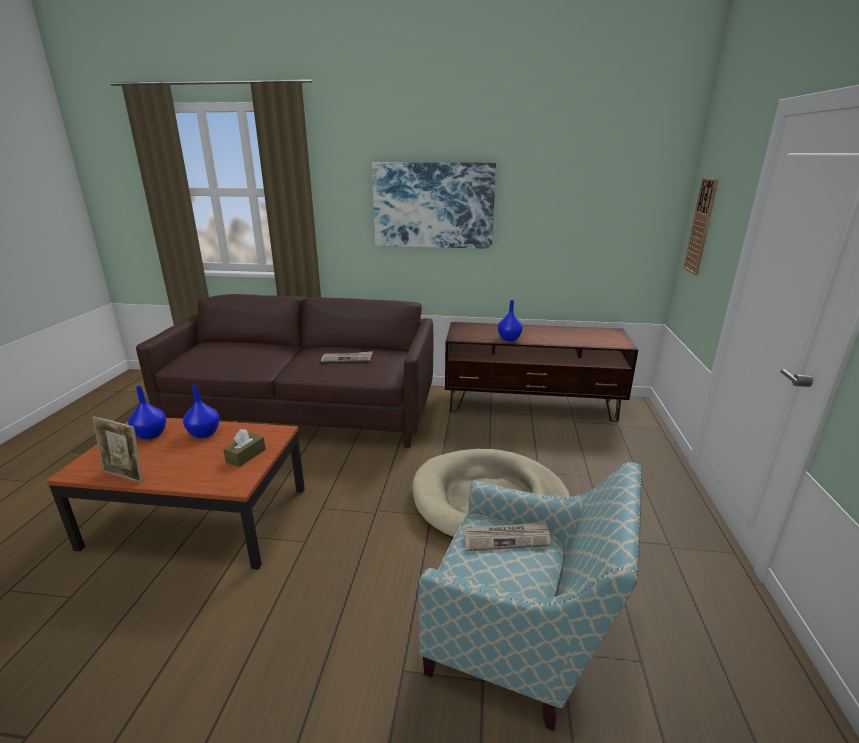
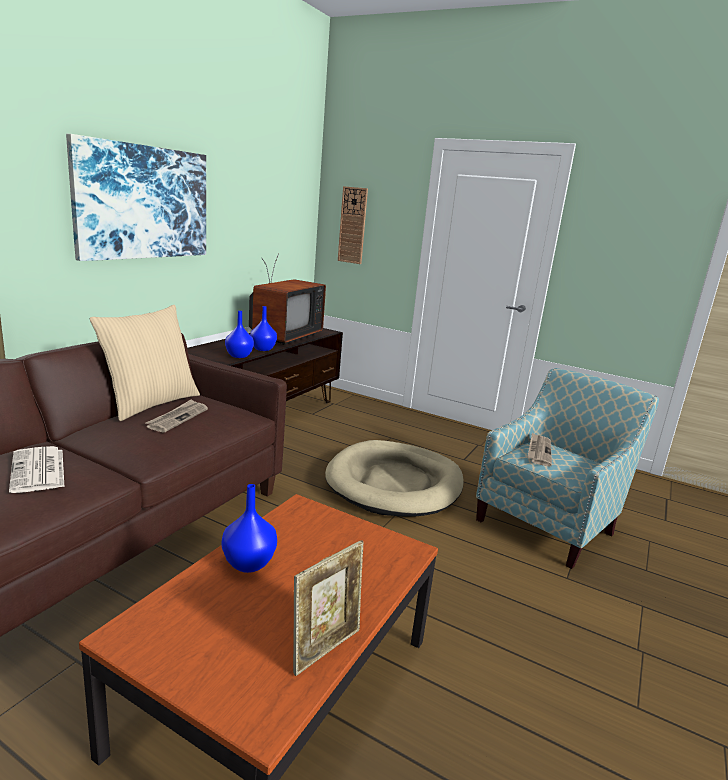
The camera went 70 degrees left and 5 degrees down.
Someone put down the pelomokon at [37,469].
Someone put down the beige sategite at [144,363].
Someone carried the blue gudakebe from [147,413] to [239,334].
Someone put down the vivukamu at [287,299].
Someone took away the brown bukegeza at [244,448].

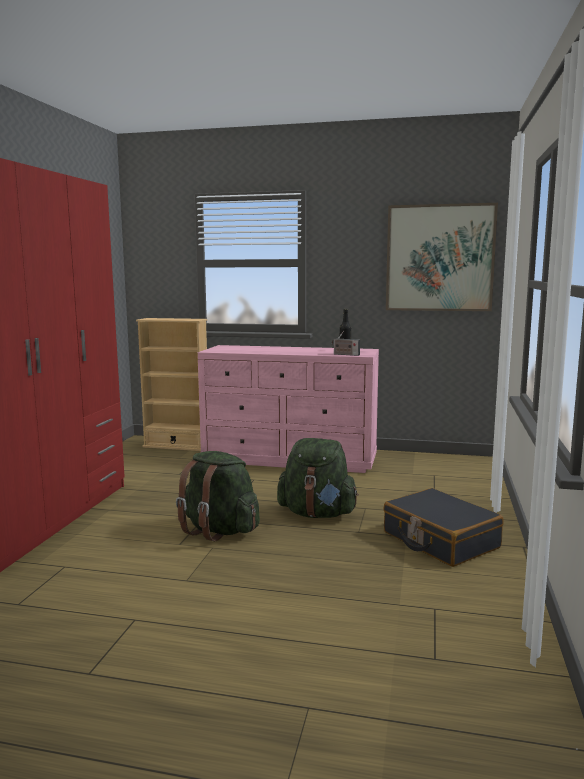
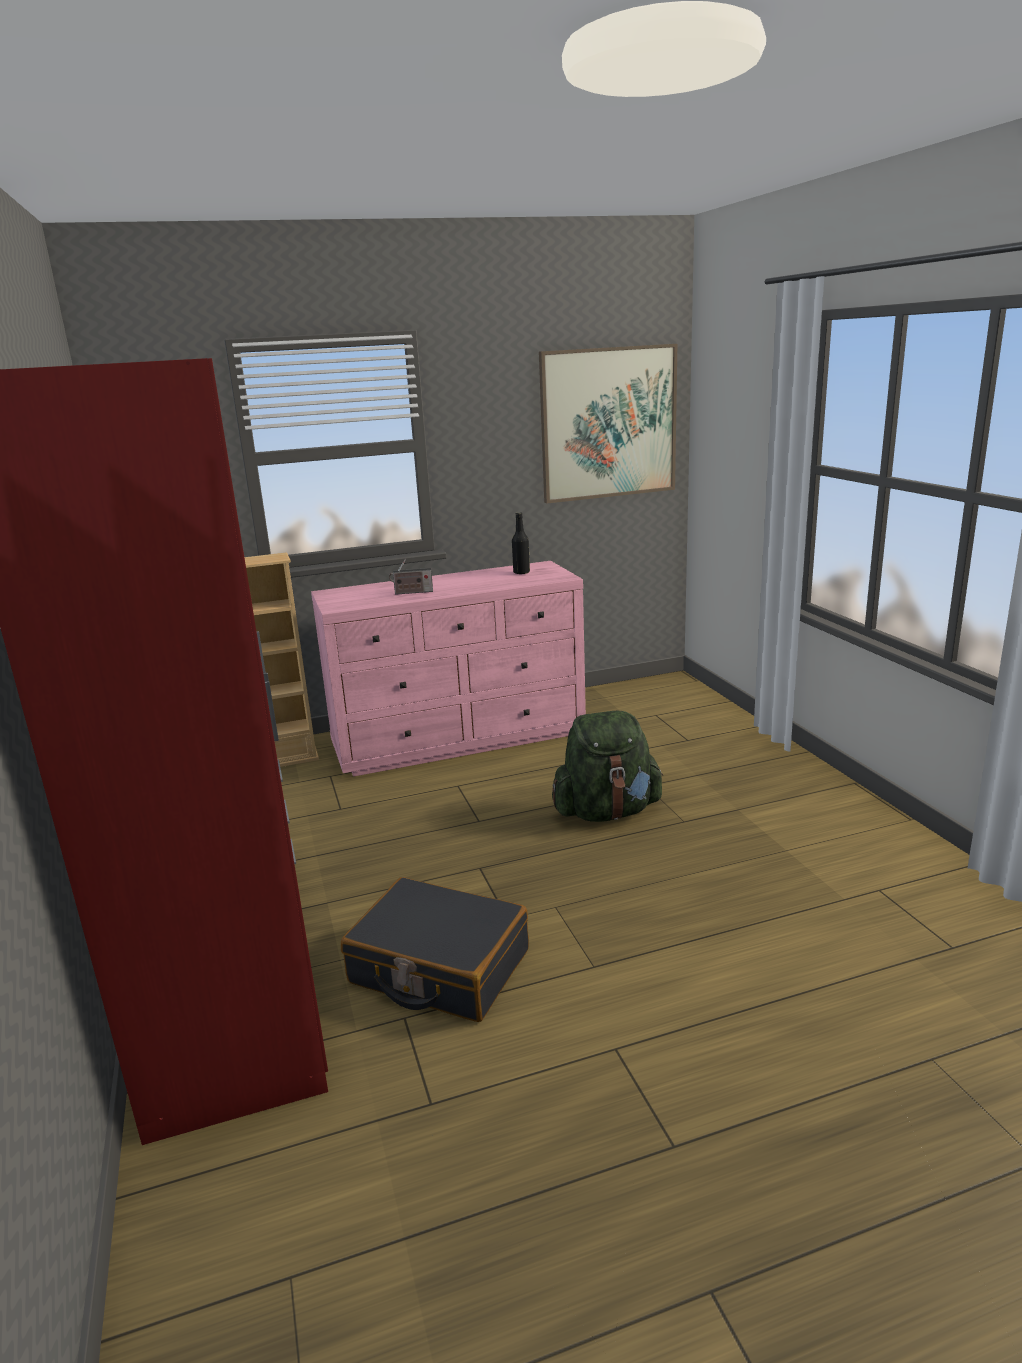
The camera went 30 degrees left and 10 degrees up.
Someone carried the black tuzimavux from [443,527] to [435,949].
Someone carried the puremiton from [346,343] to [411,576].
Someone took away the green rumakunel at [218,496].

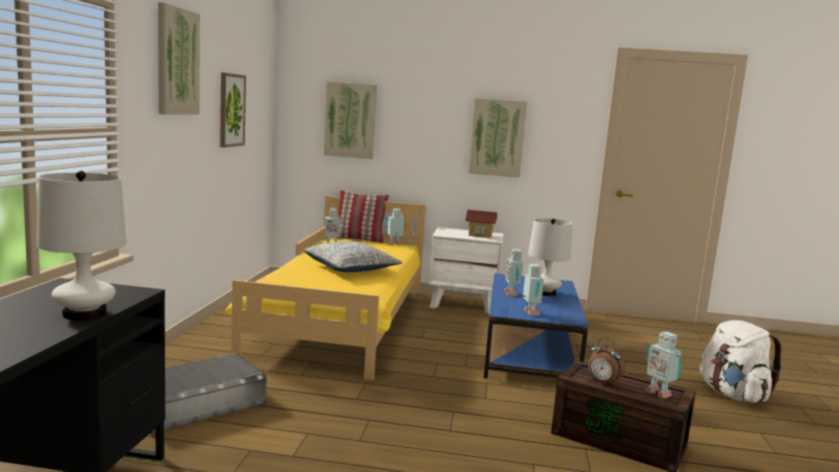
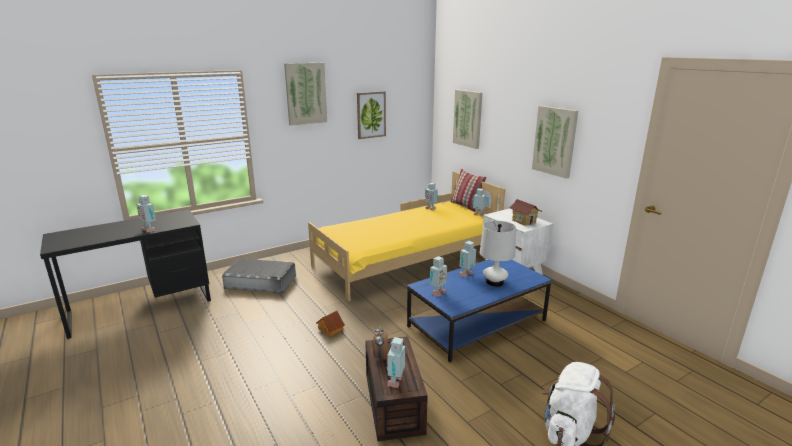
The camera went 50 degrees right and 10 degrees up.
Someone swapped the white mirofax at [81,245] for the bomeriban at [146,214].
Someone put down the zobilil at [330,324].
Someone took away the sategite at [353,256].

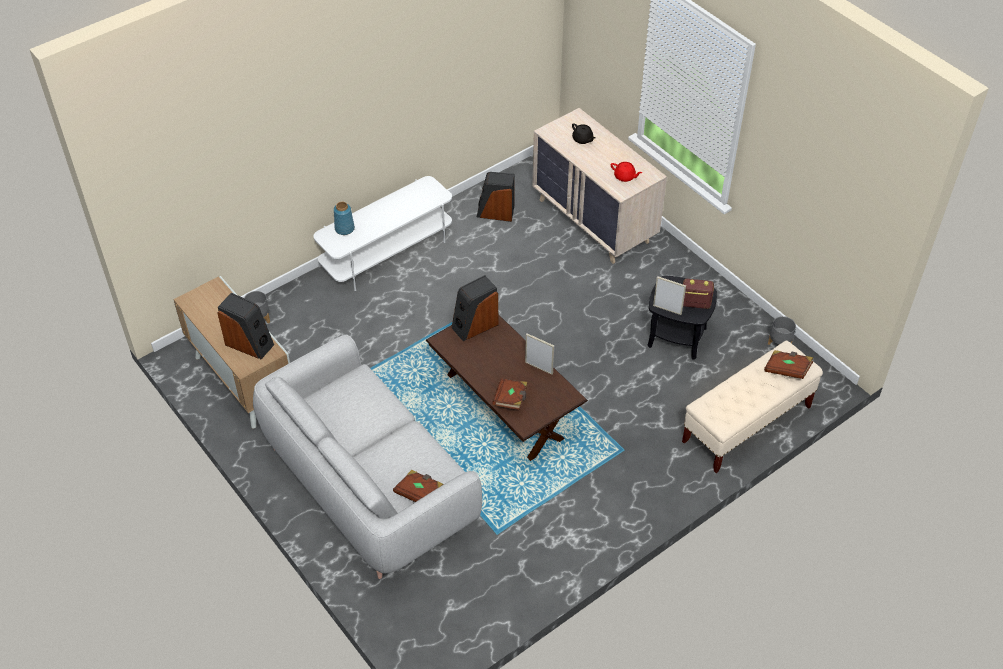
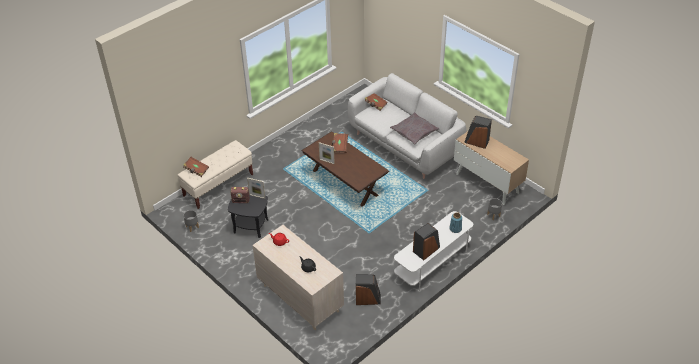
The camera went 175 degrees right and 5 degrees down.
Someone put down the grey sategite at [414,128].
Someone carried the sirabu from [475,308] to [426,241].

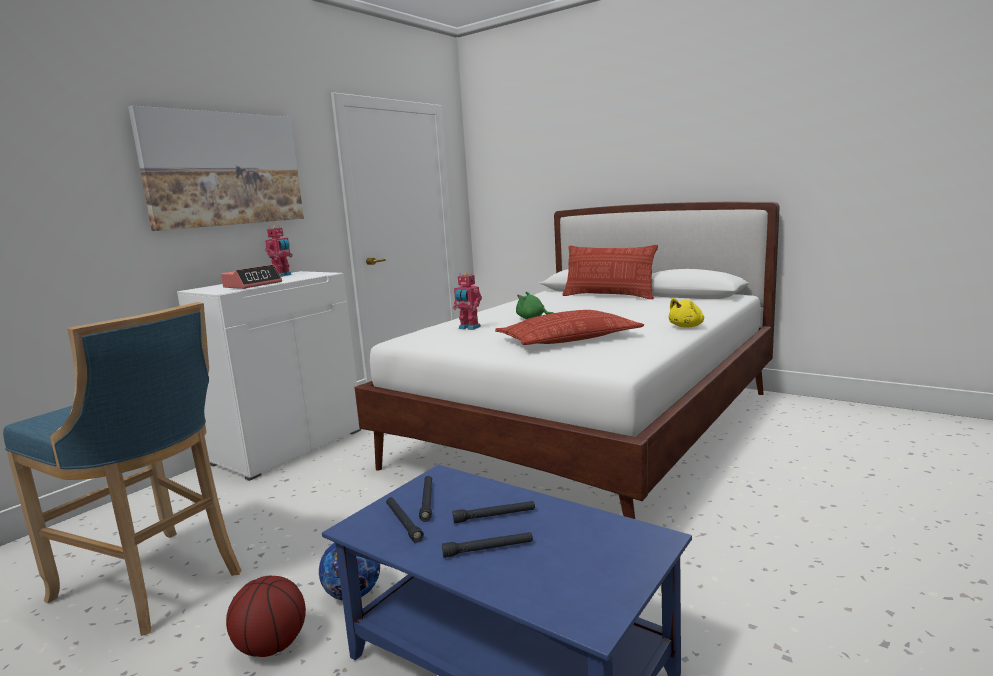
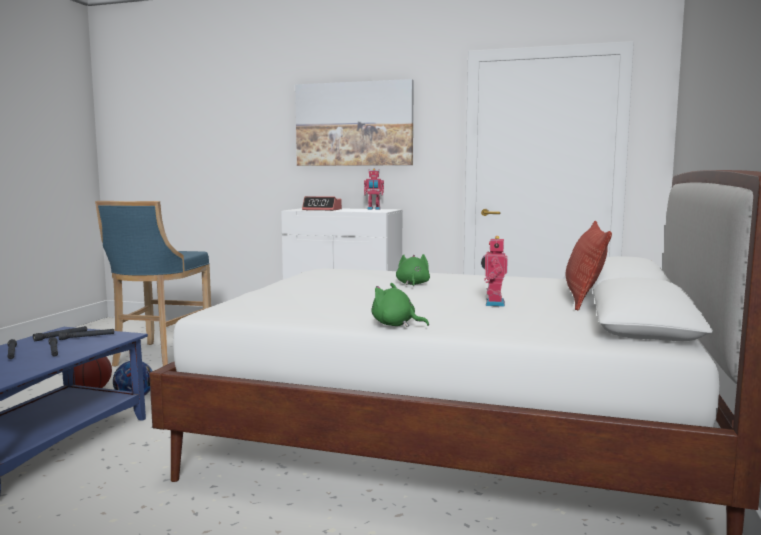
The camera went 70 degrees right and 5 degrees down.
Someone repainted the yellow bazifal at [686,313], which became the green bazifal at [400,305].
Someone carried the bomeriban from [467,301] to [494,271].
Someone took away the sategite at [569,327].

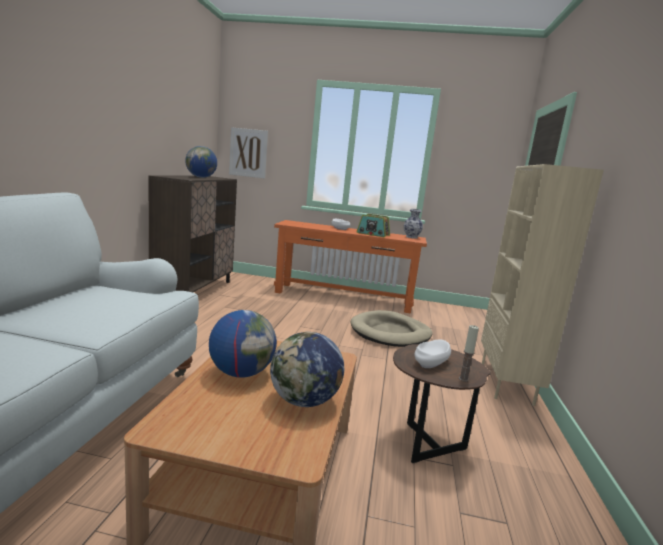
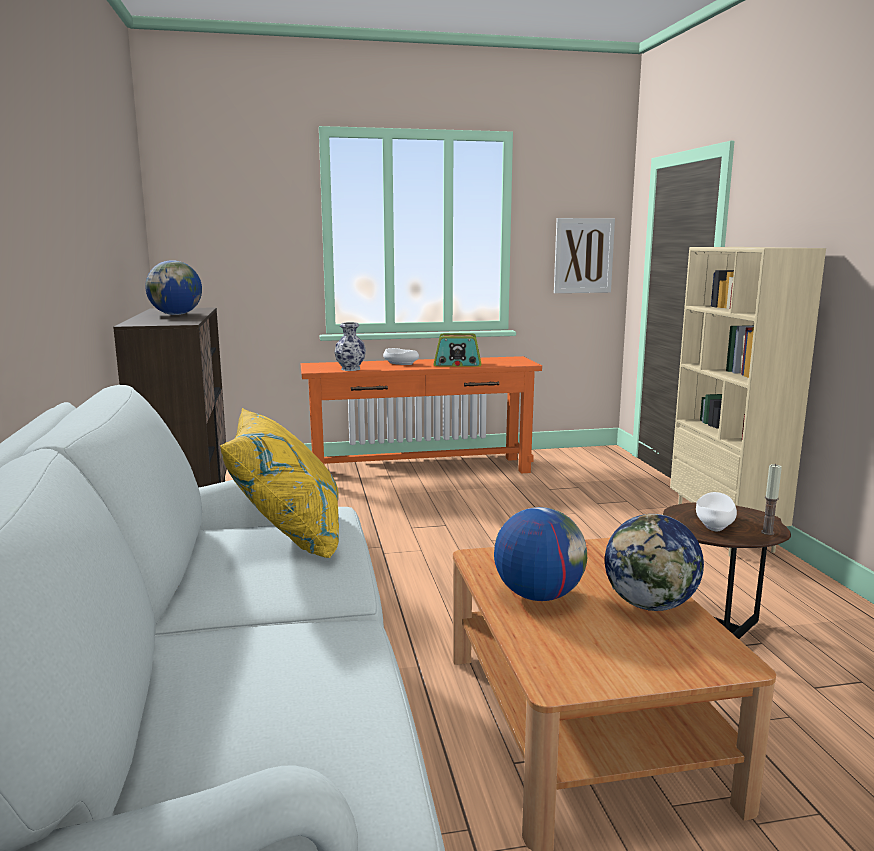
The camera went 20 degrees left and 0 degrees up.
Someone put down the yellow sategite at [279,483].
Someone carried the gudakebe from [413,224] to [350,346].
Someone carried the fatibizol from [248,153] to [584,255].
Someone took away the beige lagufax at [392,328].

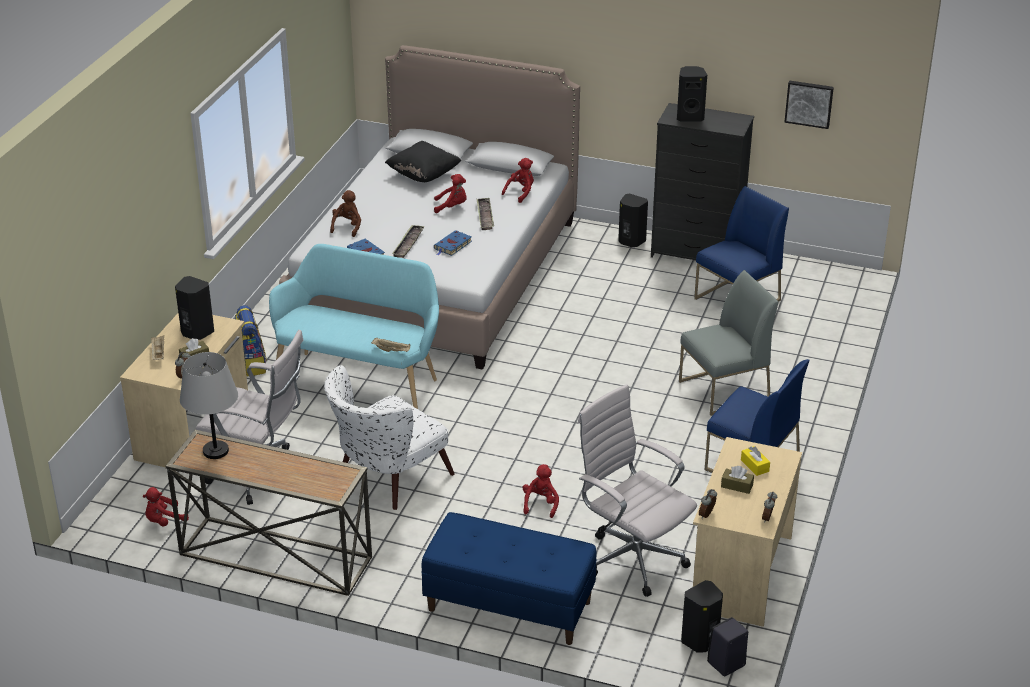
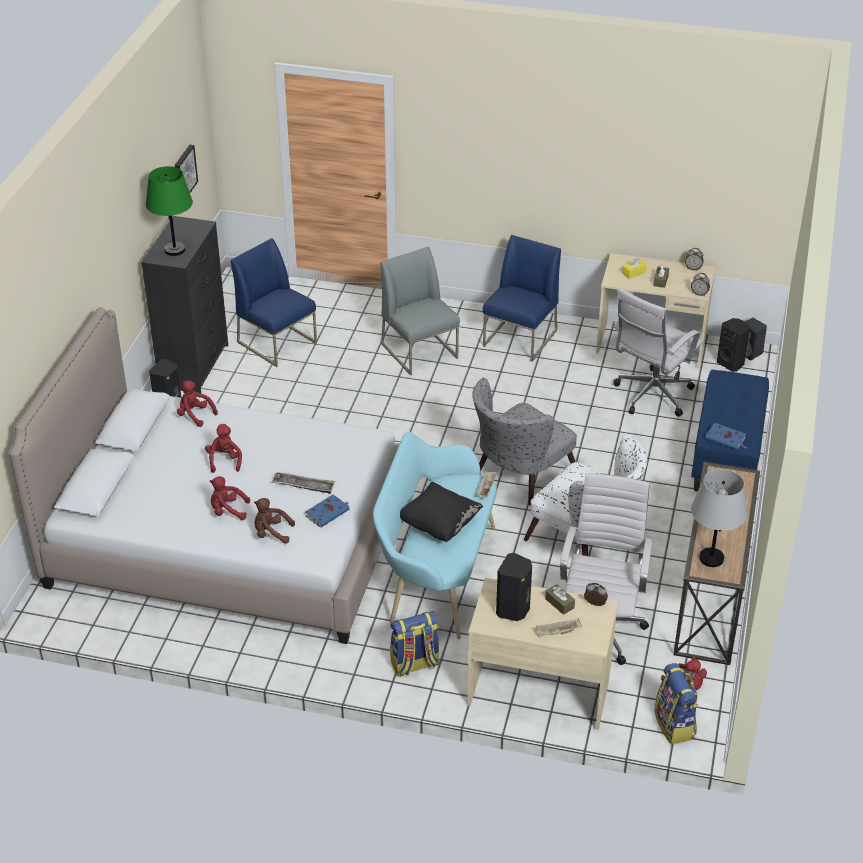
The camera went 95 degrees left and 5 degrees up.
Someone swapped the black sirabu at [692,93] for the green mirofax at [169,211].
Someone carried the red bazifal from [541,491] to [230,498].
Someone carried the black sategite from [423,161] to [441,512].
Someone put down the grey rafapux at [525,442].
Someone put down the rumakunel at [676,703].
Someone carried the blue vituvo from [453,243] to [726,436].
Someone took away the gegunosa at [485,214].

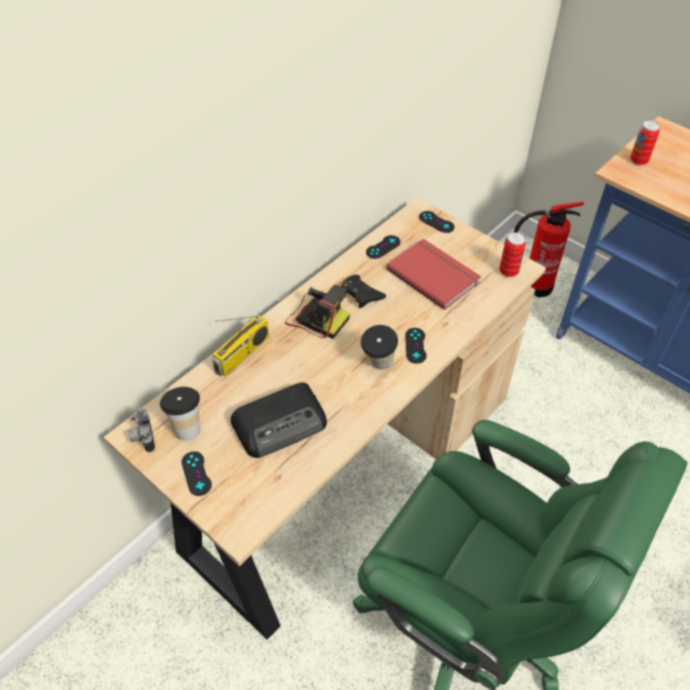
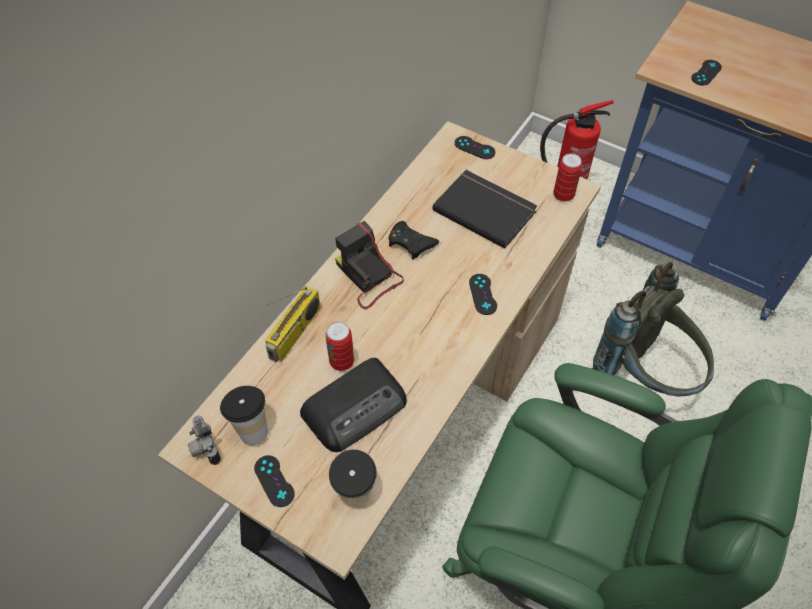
The camera went 10 degrees left and 5 degrees up.
Someone carried the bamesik from [645,143] to [339,346].
Someone carried the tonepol from [379,347] to [353,474].
Someone rotated the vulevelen at [318,312] by 150 degrees counterclockwise.
Someone repainted the red vituvo at [433,274], which became the black vituvo at [484,209].
Someone put down the grey rumakunel at [652,329].
Someone carried the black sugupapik from [383,247] to [706,72].

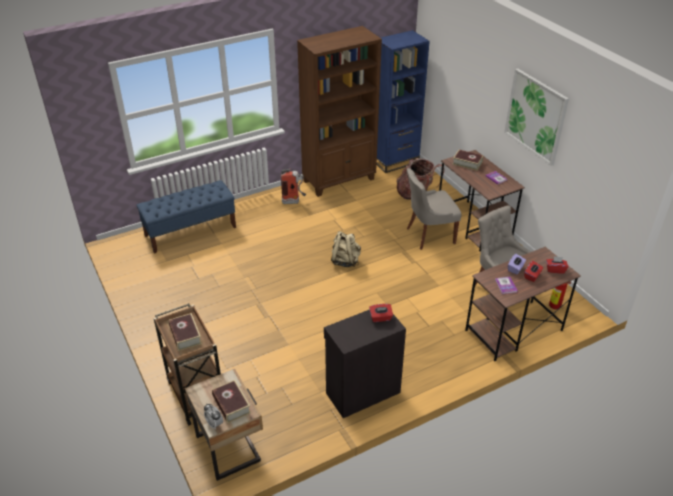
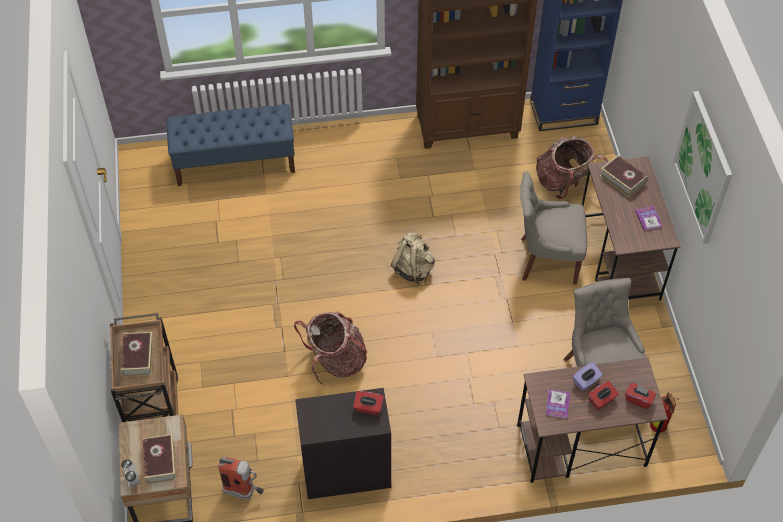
The camera went 20 degrees right and 15 degrees up.
Someone carried the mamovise from [293,186] to [241,478].
Someone put down the rumakunel at [330,348].

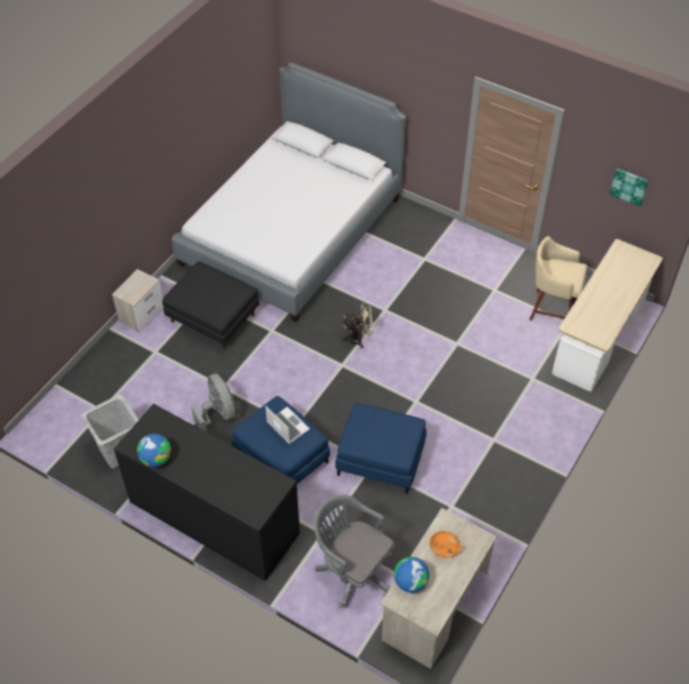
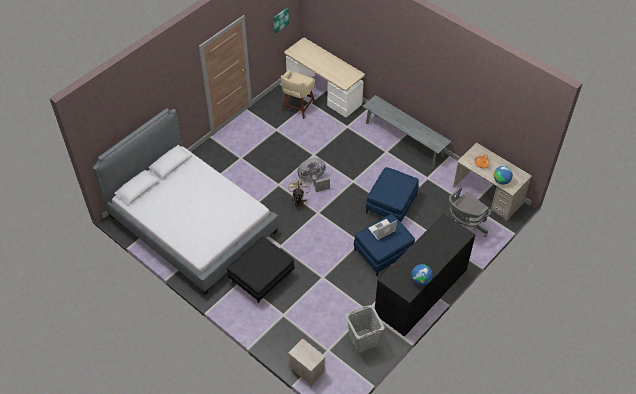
The camera went 80 degrees left and 0 degrees up.
Someone carried the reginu from [138,300] to [306,362].
Someone carried the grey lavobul from [213,403] to [313,175].
Someone put down the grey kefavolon at [406,130].

